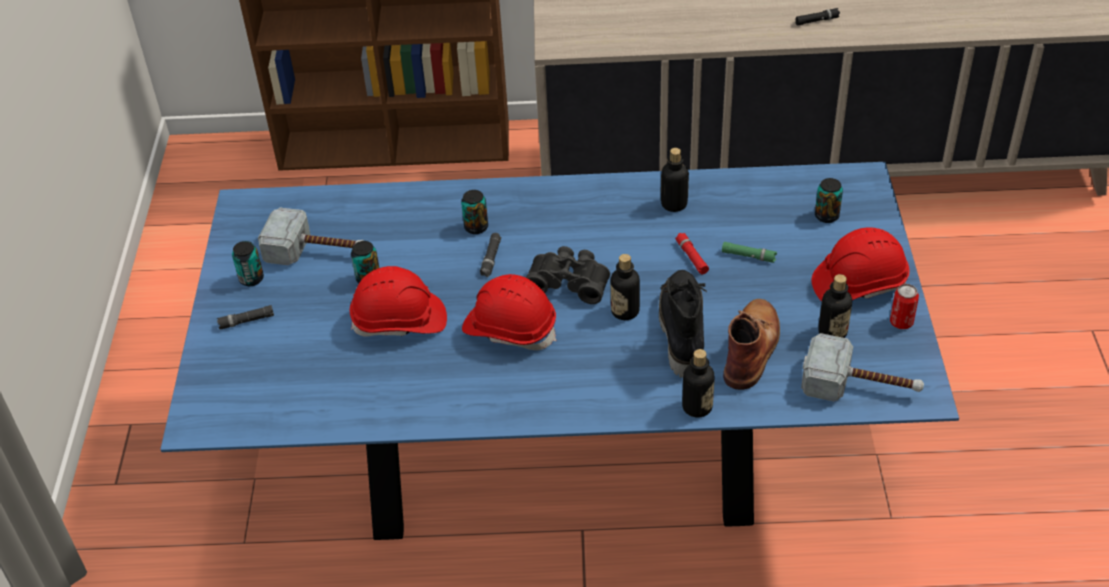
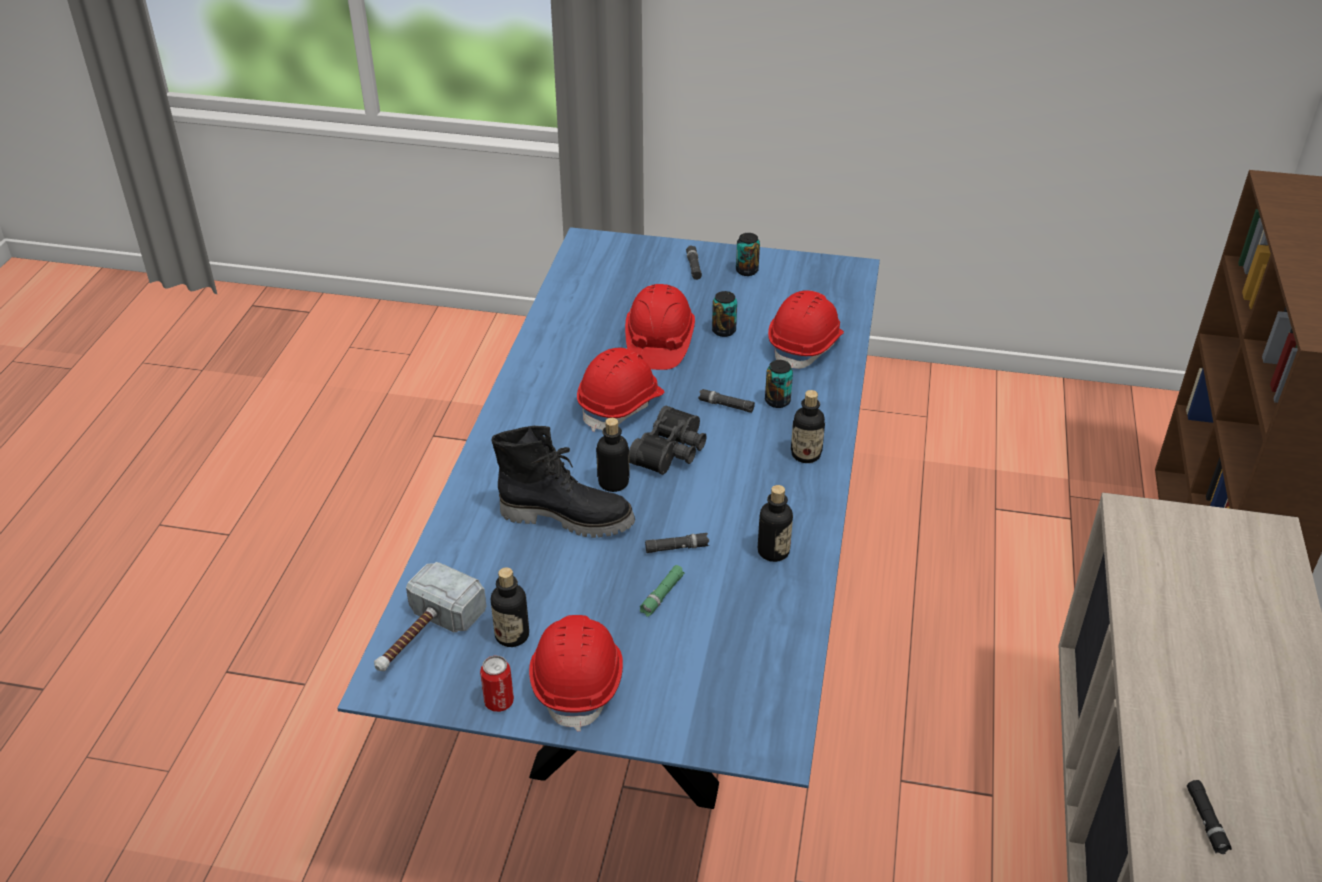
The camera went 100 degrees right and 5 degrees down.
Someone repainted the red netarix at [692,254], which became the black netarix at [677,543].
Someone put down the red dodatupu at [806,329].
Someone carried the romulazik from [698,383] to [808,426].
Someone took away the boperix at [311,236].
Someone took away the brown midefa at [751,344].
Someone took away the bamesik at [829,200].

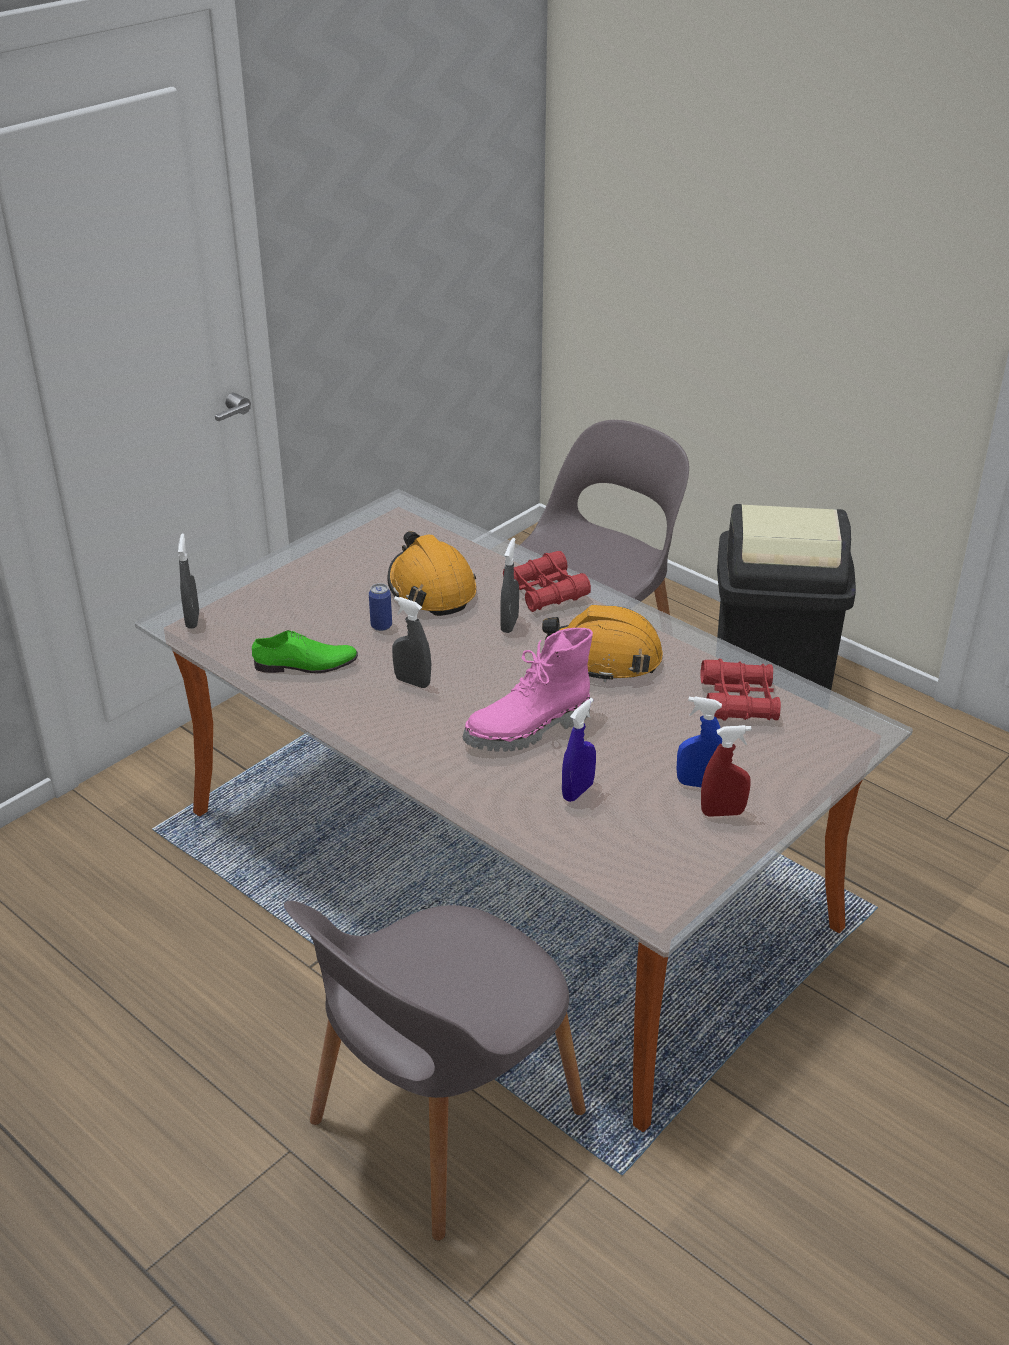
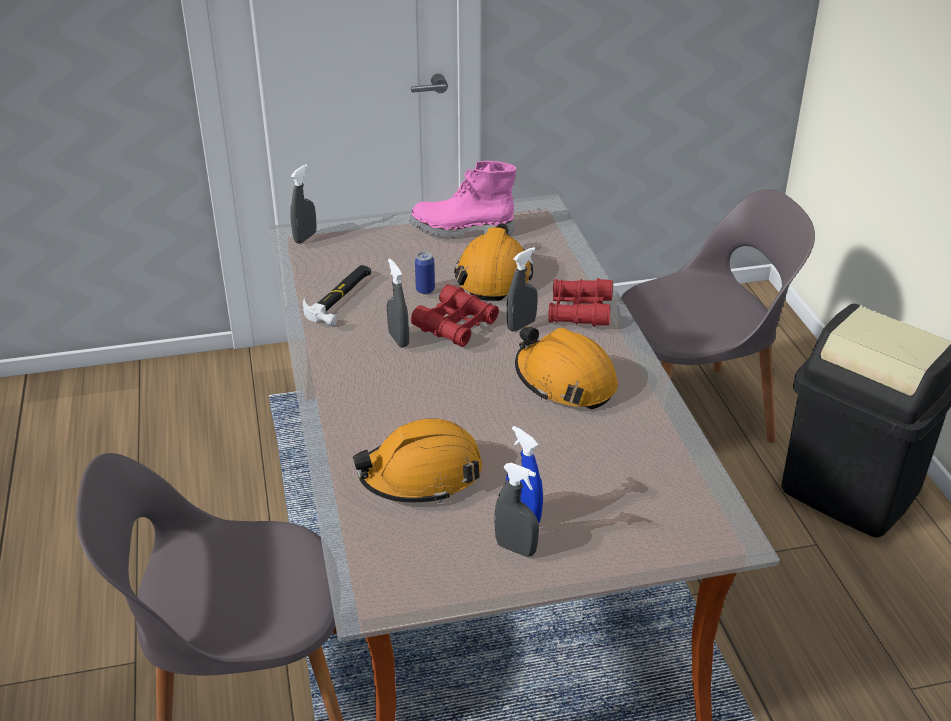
The camera went 35 degrees right and 0 degrees up.
Someone swapped the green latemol at [305,651] for the boperix at [337,295].
Someone swapped the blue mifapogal at [579,750] for the orange dodatupu at [417,460].
Someone carried the pink midefa from [528,690] to [462,199].
Someone carried the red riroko from [740,689] to [455,315].
Someone repainted the red mifapogal at [726,771], which became the grey mifapogal at [516,510].

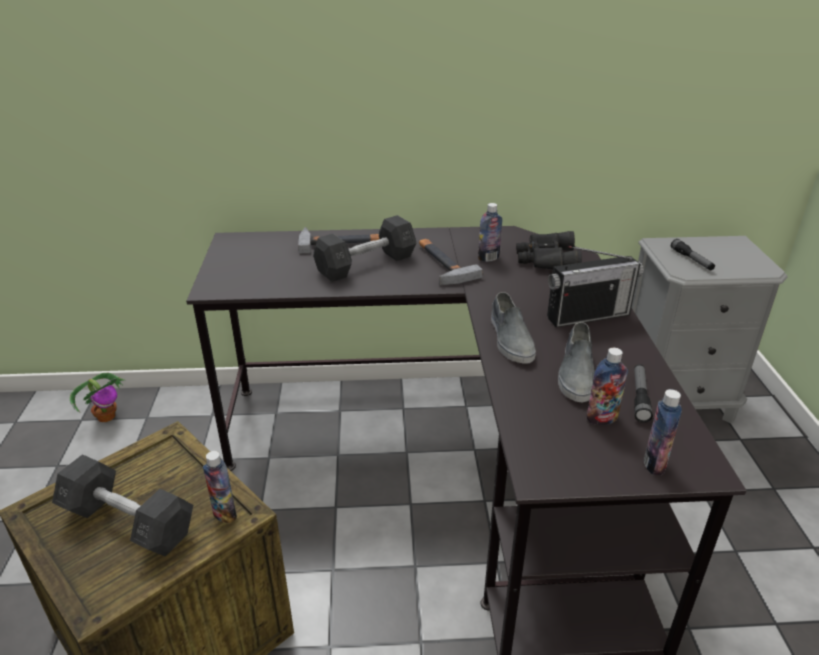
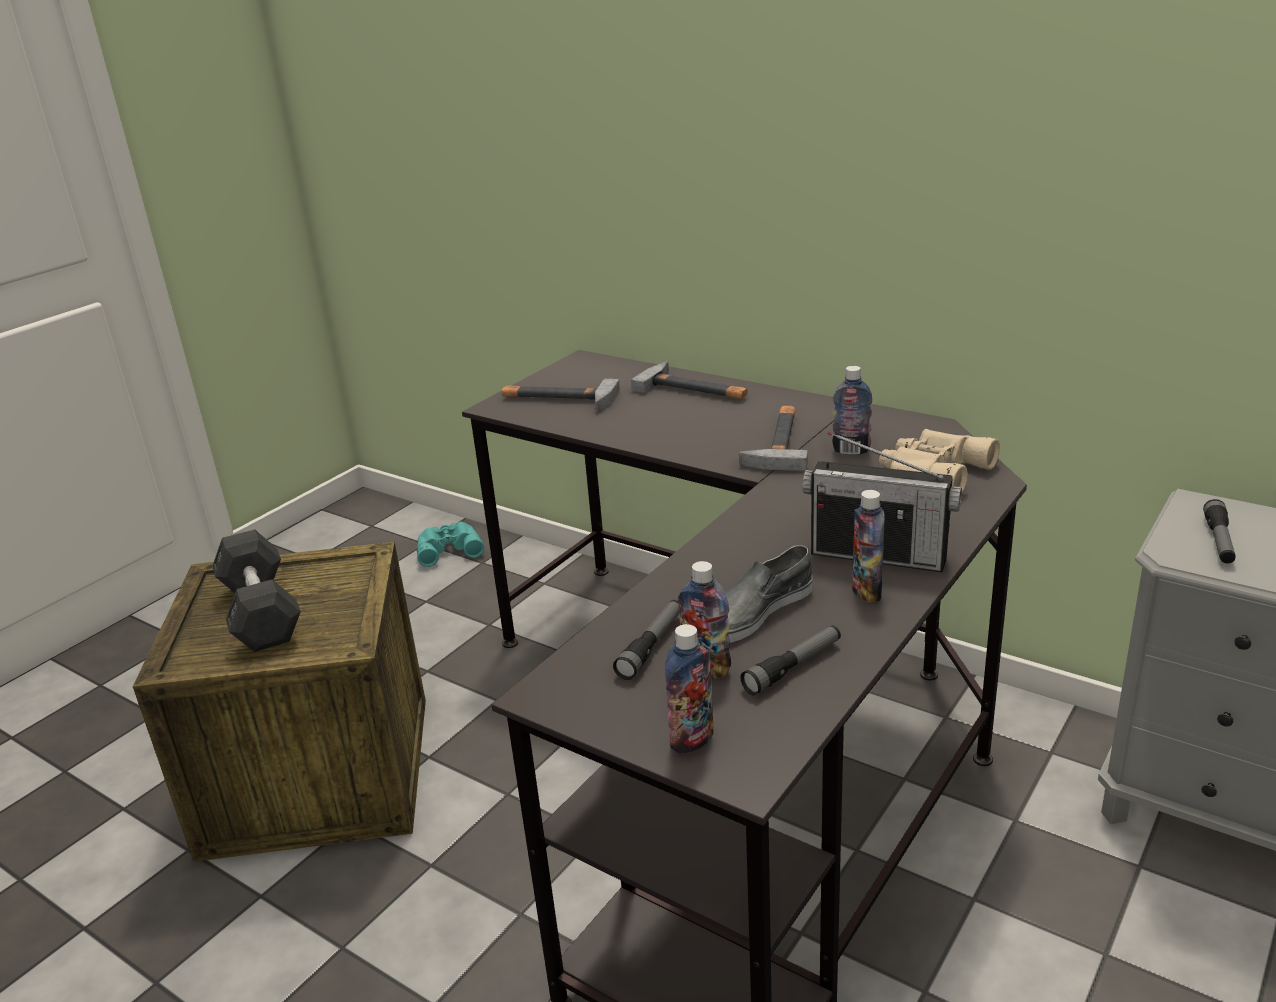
The camera went 40 degrees right and 5 degrees down.
Someone swapped the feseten at [97,397] for the turquoise riroko at [450,544].
Someone put down the boperix at [561,396].
Someone put down the netarix at [646,640].
Someone carried the romulazik from [220,487] to [868,546].
Someone repainted the black riroko at [549,250], which became the beige riroko at [939,460].
Someone took away the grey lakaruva at [364,248].
Someone took away the grey latemol at [513,328].

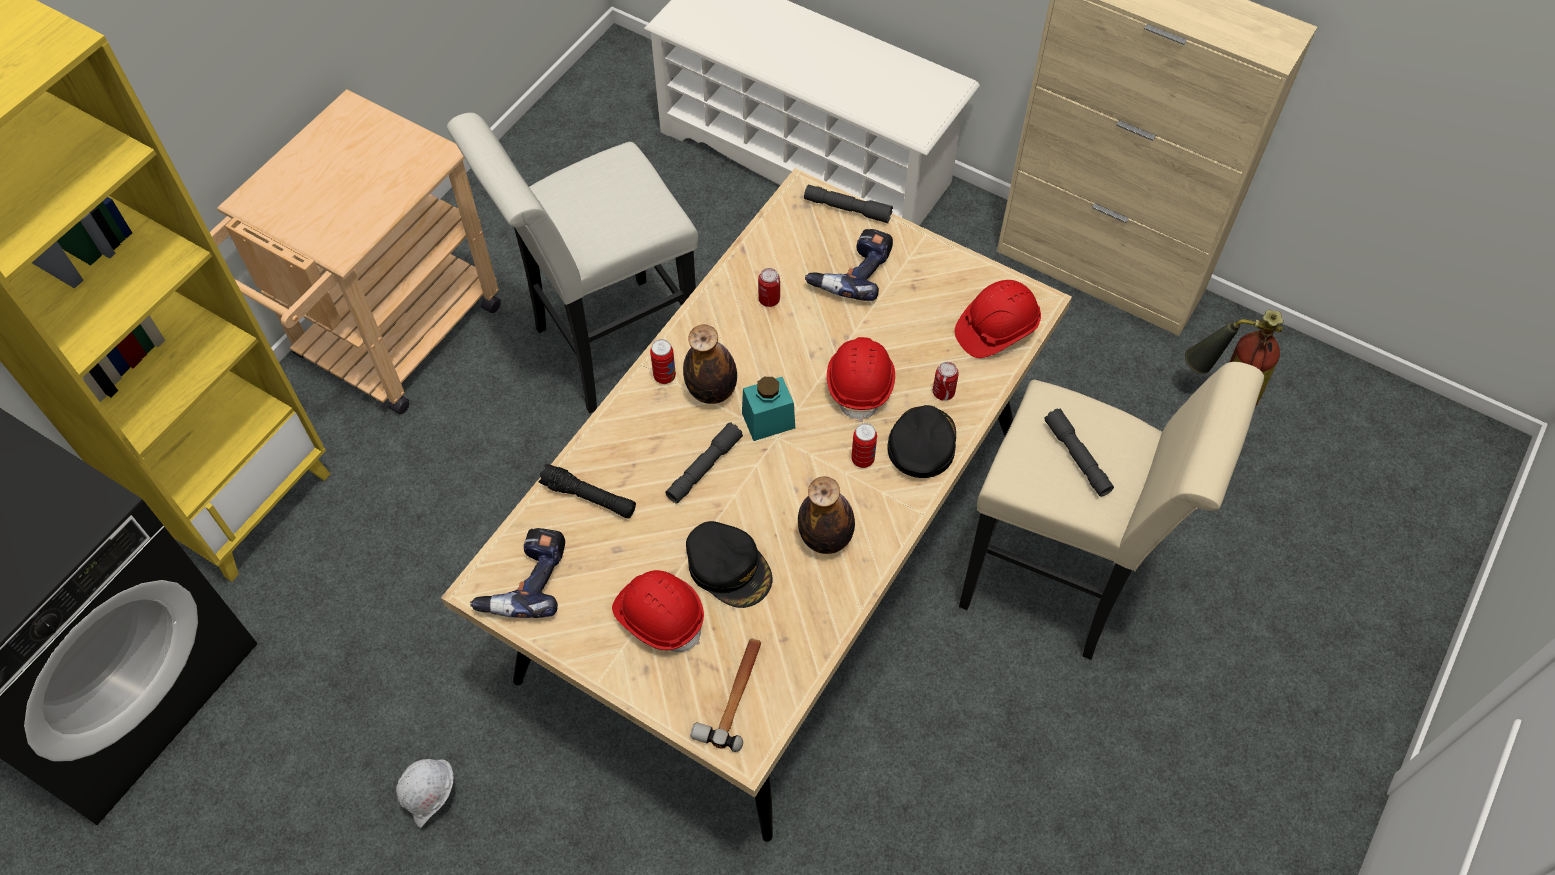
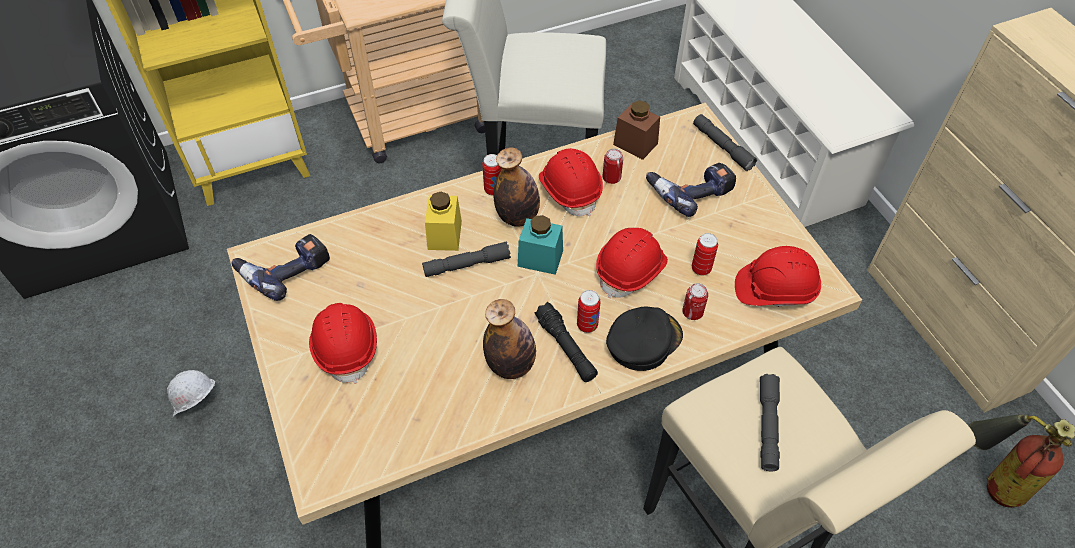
The camera went 35 degrees right and 5 degrees down.
Someone put down the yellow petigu at [443,221].
Someone carried the black netarix from [587,491] to [566,342].
Someone put down the red dodatupu at [571,182].
Someone put down the brown petigu at [636,130].
Someone put down the bamesik at [705,254].
Someone took away the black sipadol at [729,564].
Someone took away the boperix at [726,695].

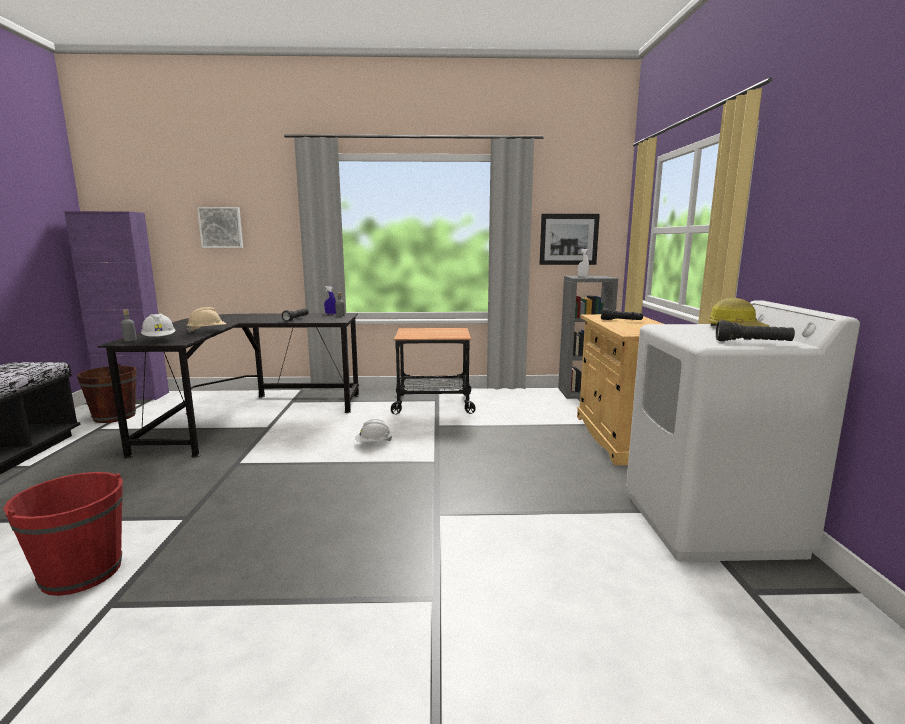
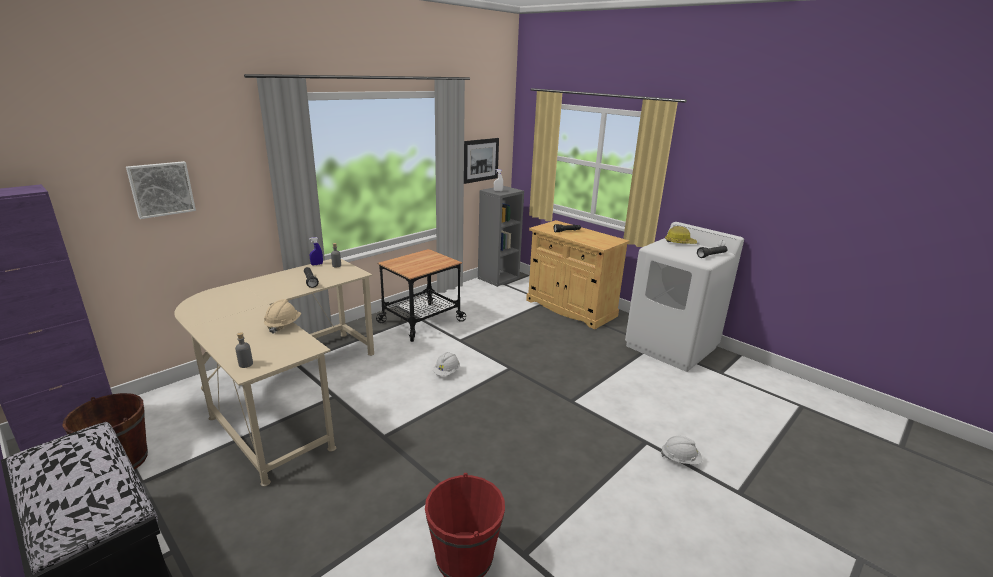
The camera went 45 degrees left and 10 degrees up.
Someone repainted the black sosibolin at [229,385], which became the beige sosibolin at [274,372].
Someone carried the white dodatupu from [158,325] to [681,450].

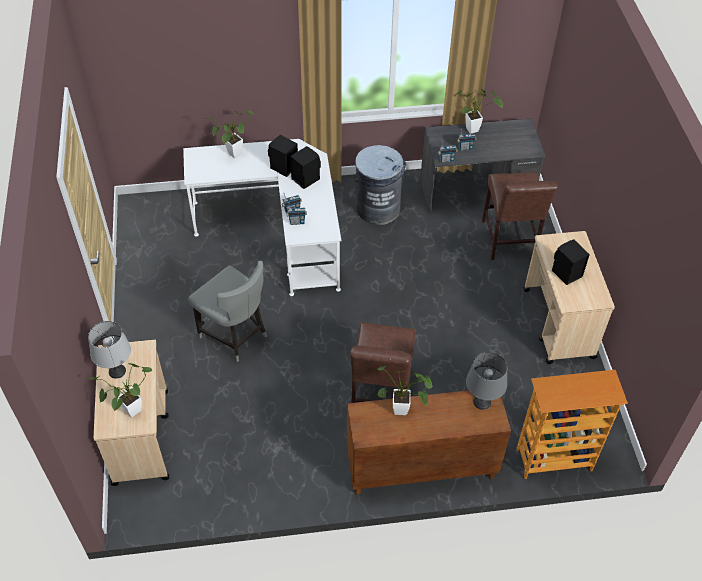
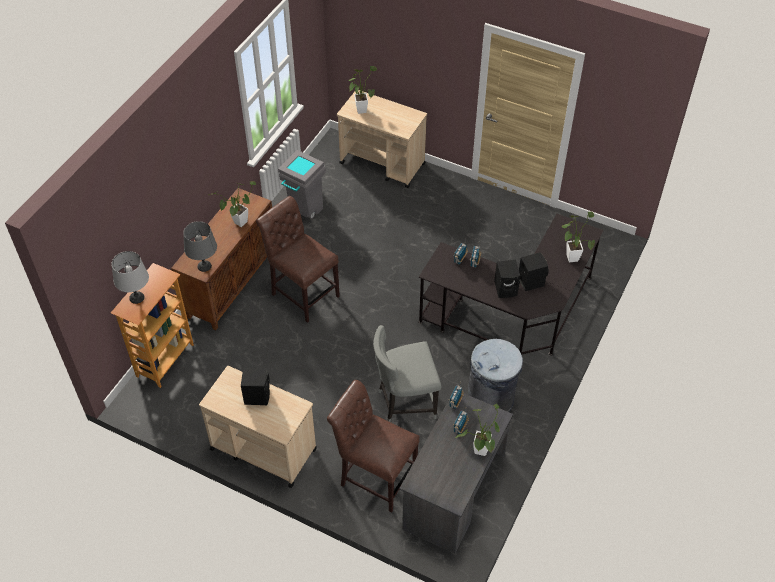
The camera went 125 degrees right and 0 degrees up.
Someone carried the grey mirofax from [109,350] to [130,277].
Someone put down the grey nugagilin at [302,184].
Someone carried the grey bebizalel from [227,311] to [407,373].
Someone repainted the white sosibolin at [262,217], which became the black sosibolin at [511,285].

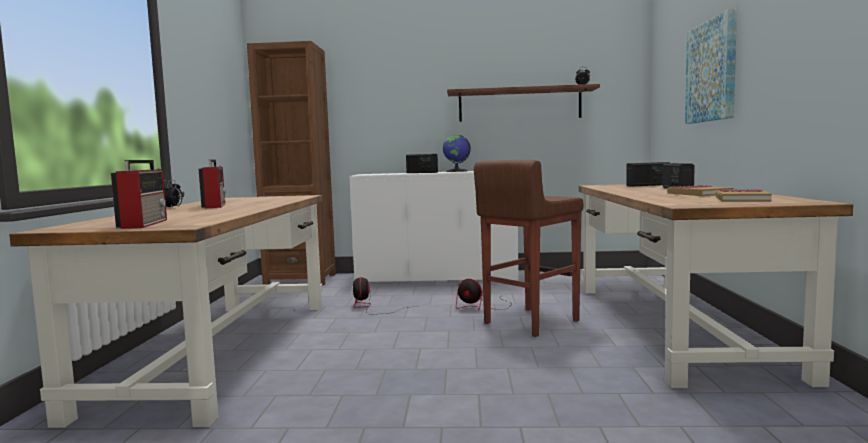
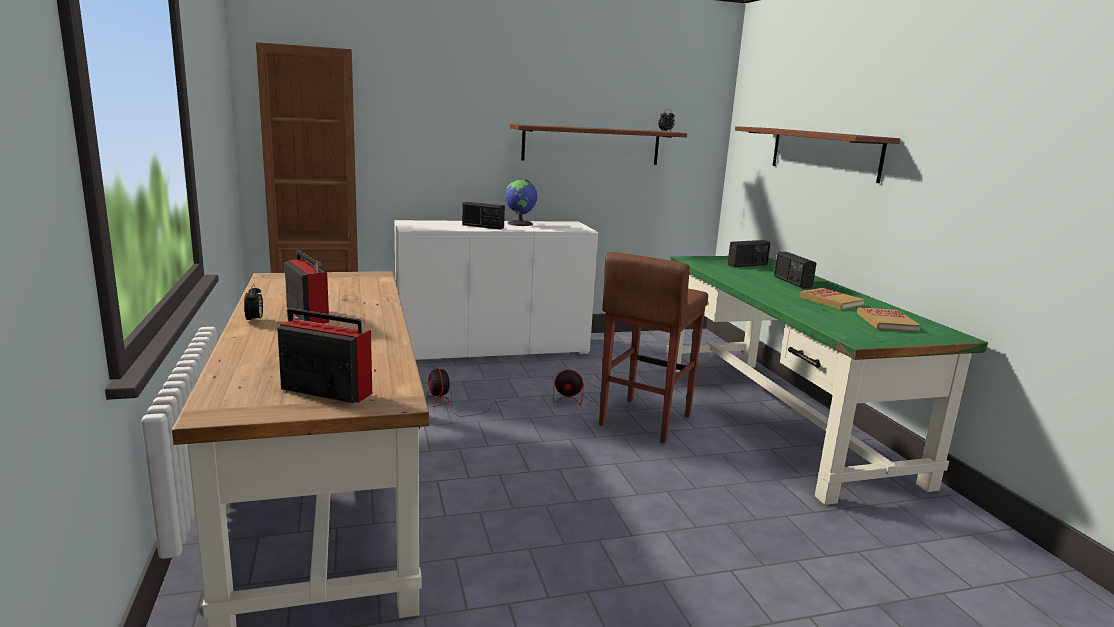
The camera went 20 degrees left and 10 degrees up.
Someone rotated the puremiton at [139,194] by 45 degrees counterclockwise.
Someone repainted the brown sosibolin at [716,286], which became the green sosibolin at [827,380].
Someone swapped the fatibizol at [711,66] for the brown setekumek at [817,154].

